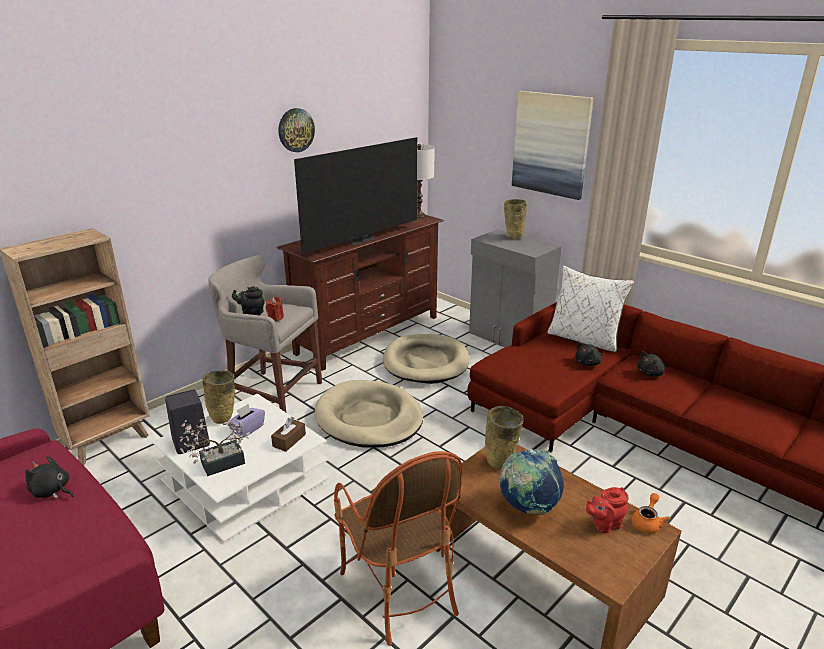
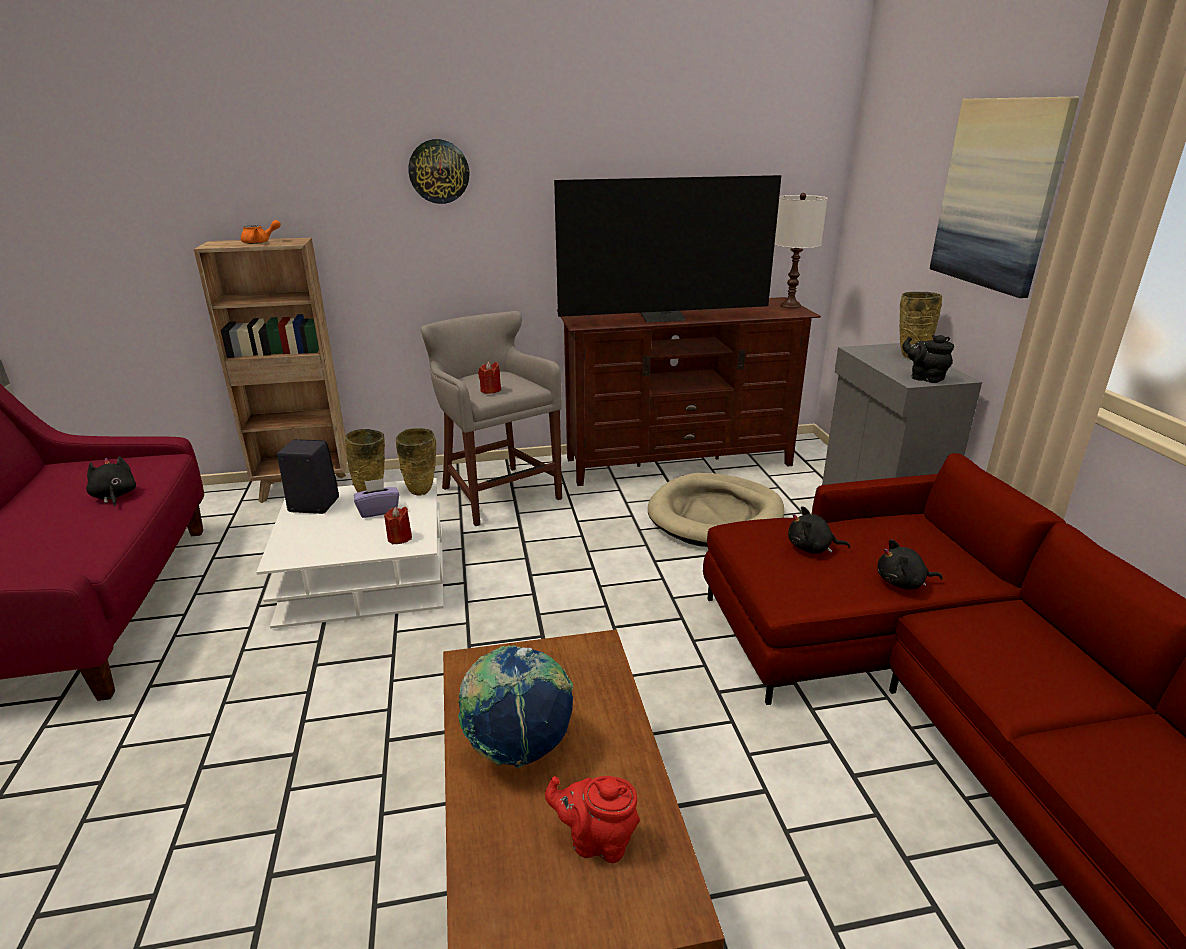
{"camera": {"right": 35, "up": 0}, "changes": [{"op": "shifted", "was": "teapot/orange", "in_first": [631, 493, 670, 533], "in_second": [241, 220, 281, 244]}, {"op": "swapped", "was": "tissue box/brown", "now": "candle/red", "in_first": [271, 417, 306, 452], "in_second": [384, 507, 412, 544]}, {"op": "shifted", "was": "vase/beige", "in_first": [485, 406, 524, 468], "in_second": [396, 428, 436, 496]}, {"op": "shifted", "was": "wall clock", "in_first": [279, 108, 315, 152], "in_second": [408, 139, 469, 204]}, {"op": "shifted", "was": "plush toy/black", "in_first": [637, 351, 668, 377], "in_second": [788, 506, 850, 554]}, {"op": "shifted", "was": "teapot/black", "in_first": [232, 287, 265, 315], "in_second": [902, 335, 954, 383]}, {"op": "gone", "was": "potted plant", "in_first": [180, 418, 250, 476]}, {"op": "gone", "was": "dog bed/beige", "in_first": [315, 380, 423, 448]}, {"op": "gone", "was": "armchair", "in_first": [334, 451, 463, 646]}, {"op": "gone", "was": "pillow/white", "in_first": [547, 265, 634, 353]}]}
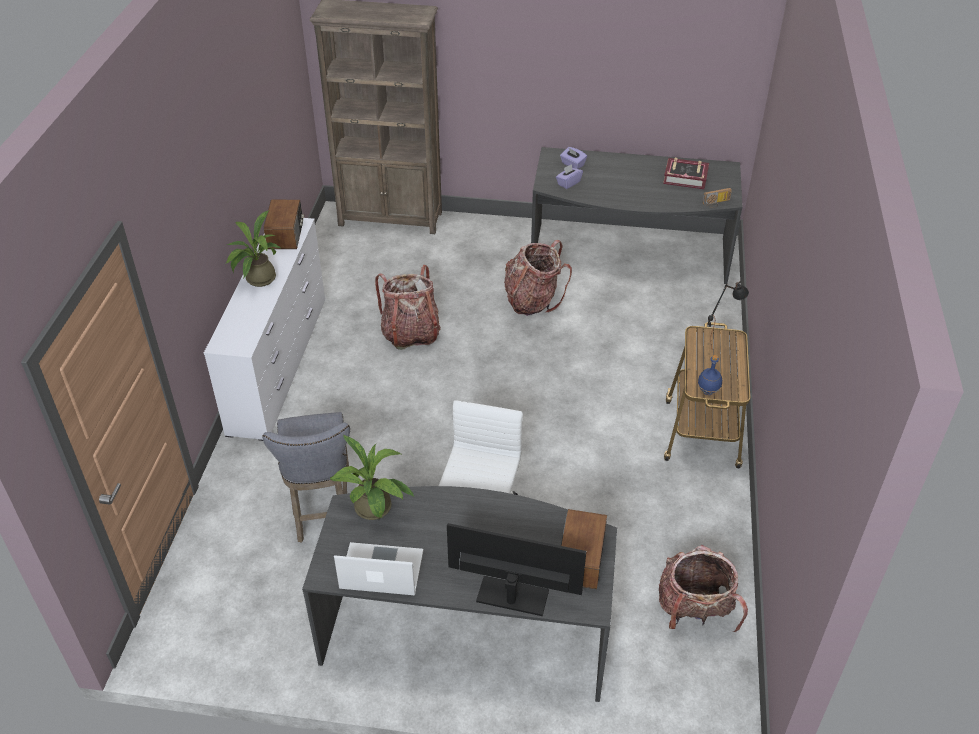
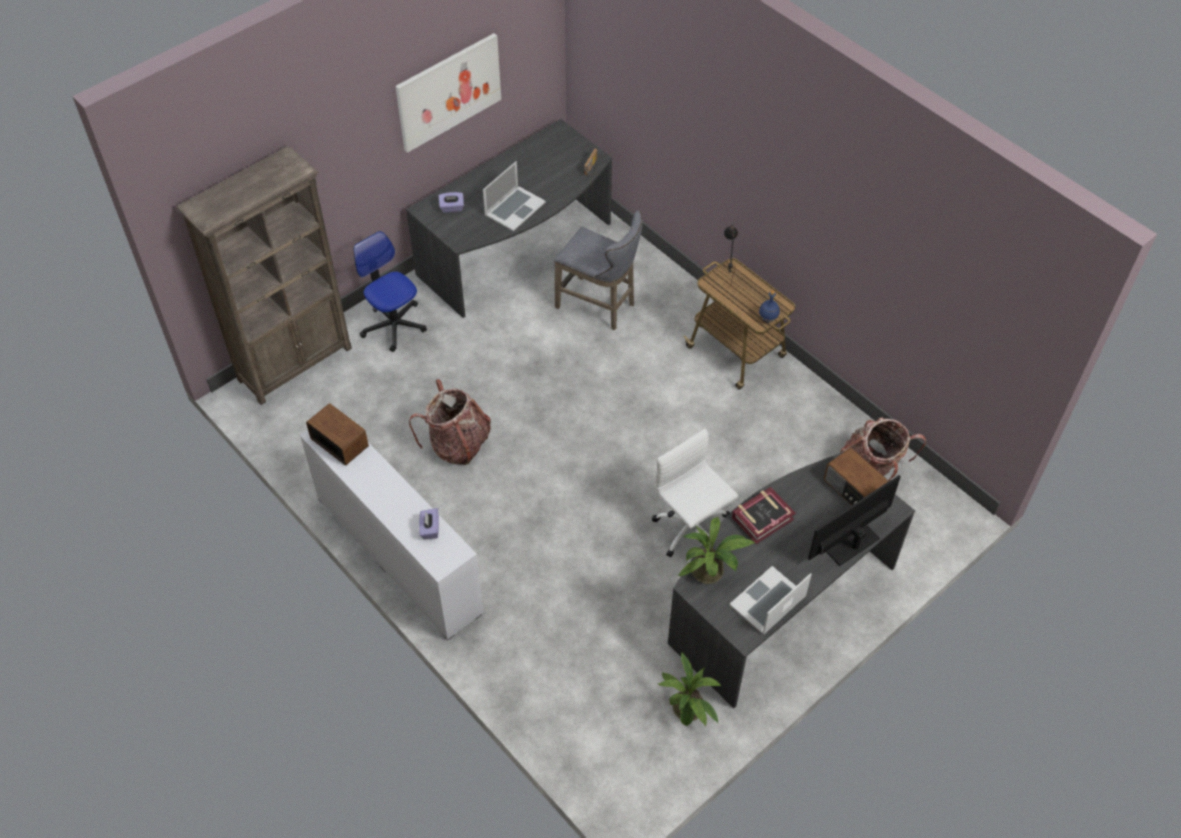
{"camera": {"right": -50, "up": 10}, "changes": [{"op": "new", "now": "office chair", "in_second": [353, 231, 427, 352]}, {"op": "new", "now": "picture", "in_second": [395, 33, 501, 153]}, {"op": "shifted", "was": "tissue box/purple", "in_first": [556, 164, 583, 189], "in_second": [419, 508, 439, 539]}, {"op": "new", "now": "laptop", "in_second": [483, 161, 546, 231]}, {"op": "shifted", "was": "stool/grey", "in_first": [262, 412, 350, 542], "in_second": [554, 211, 643, 330]}, {"op": "shifted", "was": "potted plant", "in_first": [225, 210, 280, 287], "in_second": [657, 652, 721, 726]}, {"op": "shifted", "was": "book", "in_first": [663, 158, 709, 189], "in_second": [732, 487, 795, 544]}, {"op": "gone", "was": "backpack", "in_first": [504, 240, 572, 316]}]}
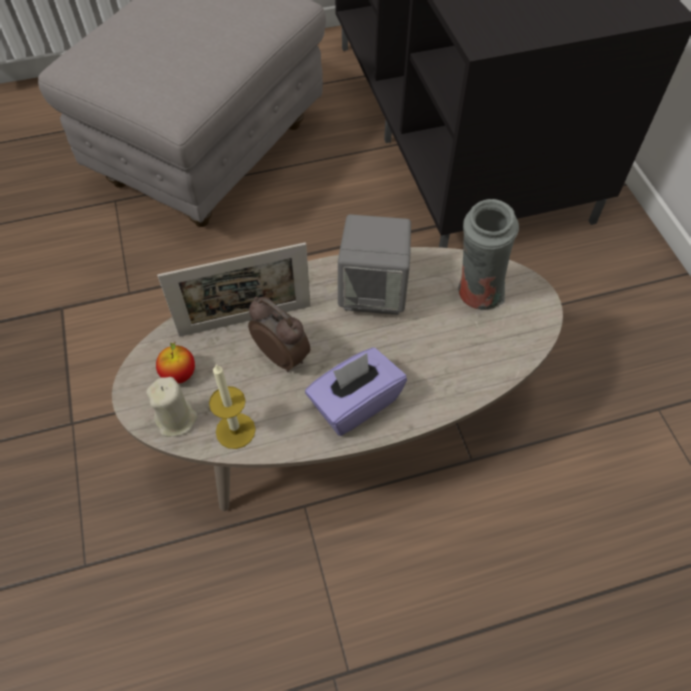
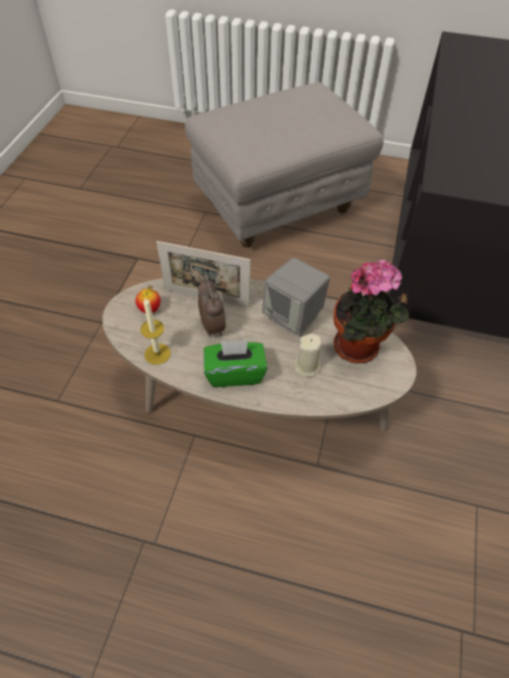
{"camera": {"right": 30, "up": -5}, "changes": [{"op": "repainted", "was": "tissue box/purple", "now": "tissue box/green", "in_first": [305, 348, 407, 436], "in_second": [204, 340, 267, 387]}, {"op": "shifted", "was": "candle/beige", "in_first": [146, 377, 198, 437], "in_second": [294, 334, 322, 377]}, {"op": "swapped", "was": "vase/grey", "now": "potted plant", "in_first": [458, 199, 519, 310], "in_second": [333, 260, 409, 363]}]}
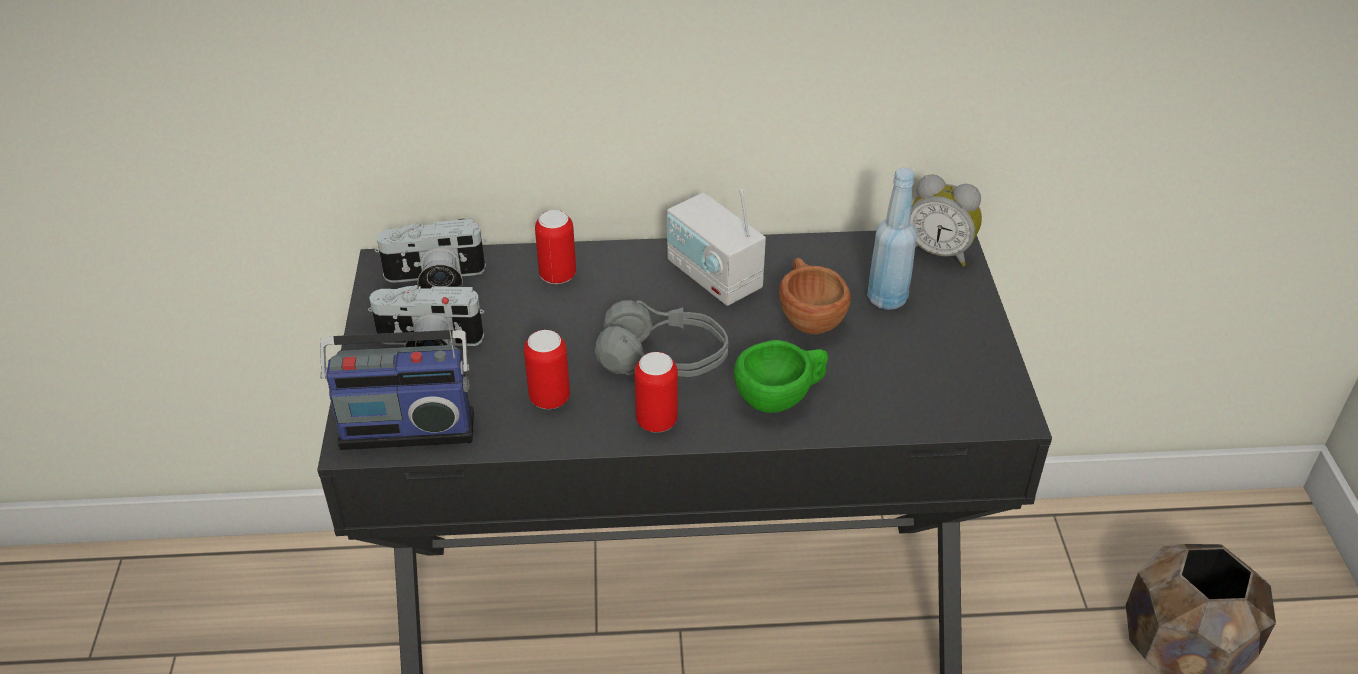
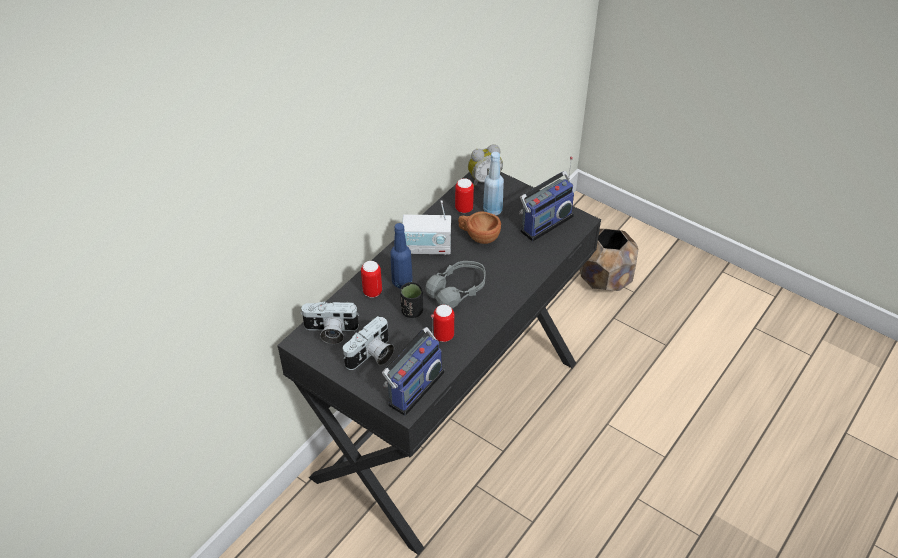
{"camera": {"right": -50, "up": 5}, "changes": [{"op": "rotated", "was": "photo camera", "in_first": [375, 219, 486, 289], "in_second": [300, 301, 360, 344], "clockwise": 60}, {"op": "new", "now": "bottle/blue", "in_second": [390, 223, 413, 288]}, {"op": "new", "now": "cup/black", "in_second": [400, 282, 423, 318]}, {"op": "shifted", "was": "can", "in_first": [634, 352, 678, 433], "in_second": [455, 178, 474, 213]}, {"op": "new", "now": "radio", "in_second": [519, 157, 574, 242]}, {"op": "gone", "was": "cup/green", "in_first": [734, 340, 828, 413]}]}
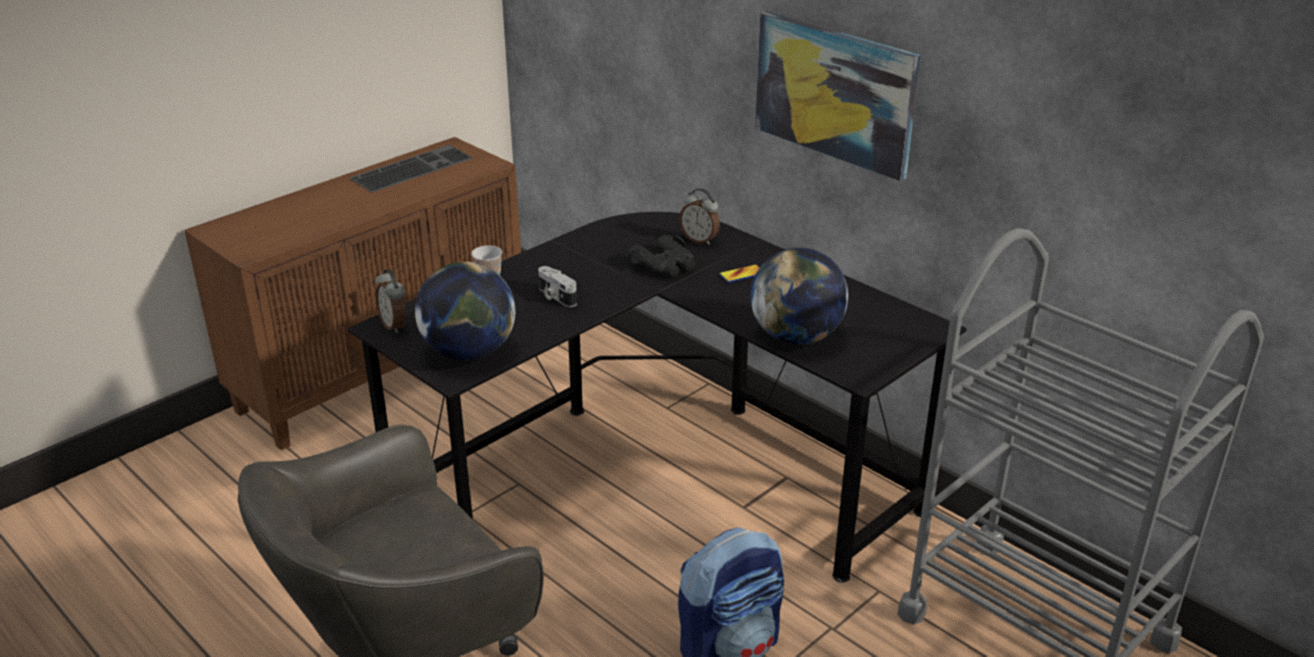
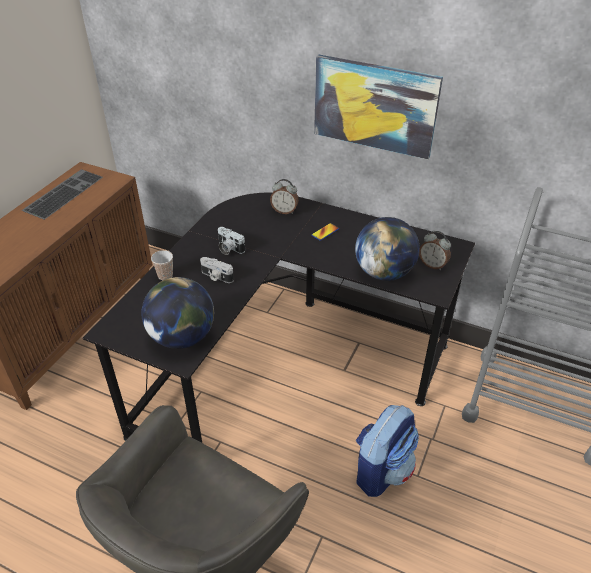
{"camera": {"right": -20, "up": 10}, "changes": [{"op": "new", "now": "photo camera", "in_second": [218, 227, 245, 255]}, {"op": "shifted", "was": "alarm clock", "in_first": [375, 269, 406, 333], "in_second": [419, 231, 451, 270]}, {"op": "gone", "was": "binoculars/black", "in_first": [627, 235, 695, 277]}]}
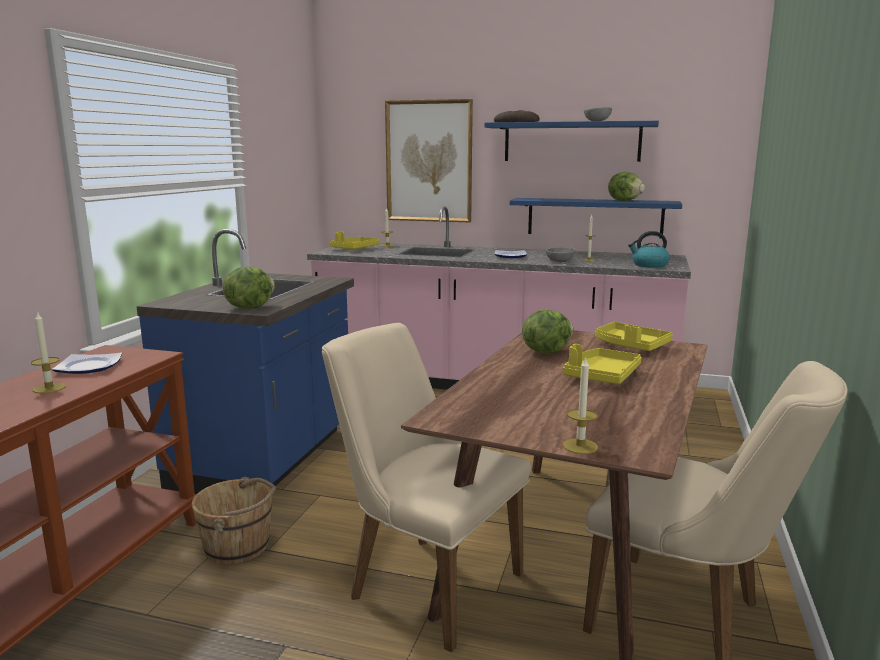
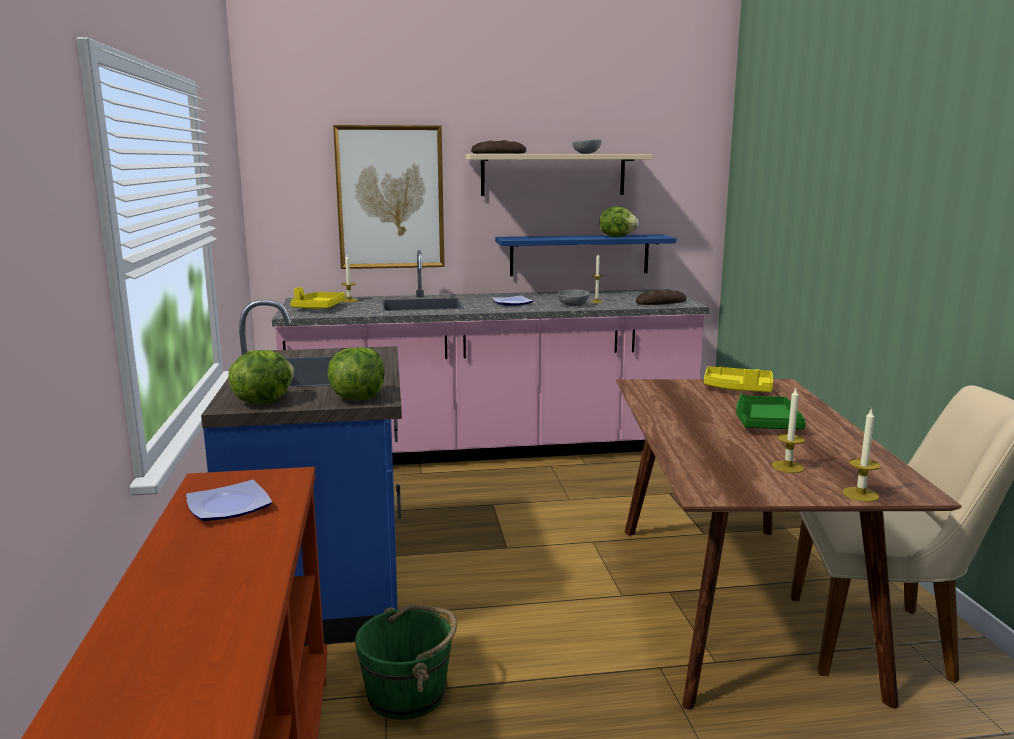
{"camera": {"right": -25, "up": 0}, "changes": [{"op": "shifted", "was": "lettuce", "in_first": [522, 310, 573, 354], "in_second": [228, 350, 294, 404]}, {"op": "repainted", "was": "bucket/brown", "now": "bucket/green", "in_first": [192, 476, 276, 564], "in_second": [355, 604, 457, 720]}, {"op": "repainted", "was": "shelf/blue", "now": "shelf/beige", "in_first": [485, 121, 659, 162], "in_second": [466, 154, 652, 196]}, {"op": "swapped", "was": "kettle", "now": "bread", "in_first": [628, 231, 670, 268], "in_second": [636, 290, 687, 305]}, {"op": "repainted", "was": "tray/yellow", "now": "tray/green", "in_first": [563, 344, 642, 384], "in_second": [736, 394, 806, 429]}, {"op": "shifted", "was": "candle", "in_first": [31, 311, 66, 394], "in_second": [772, 388, 805, 473]}, {"op": "gone", "was": "chair/beige", "in_first": [322, 323, 531, 652]}]}
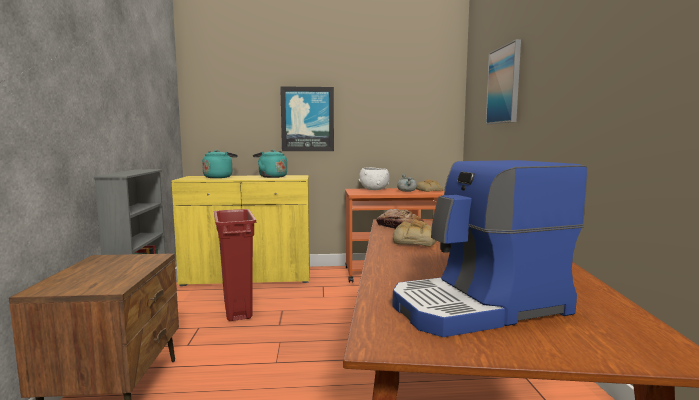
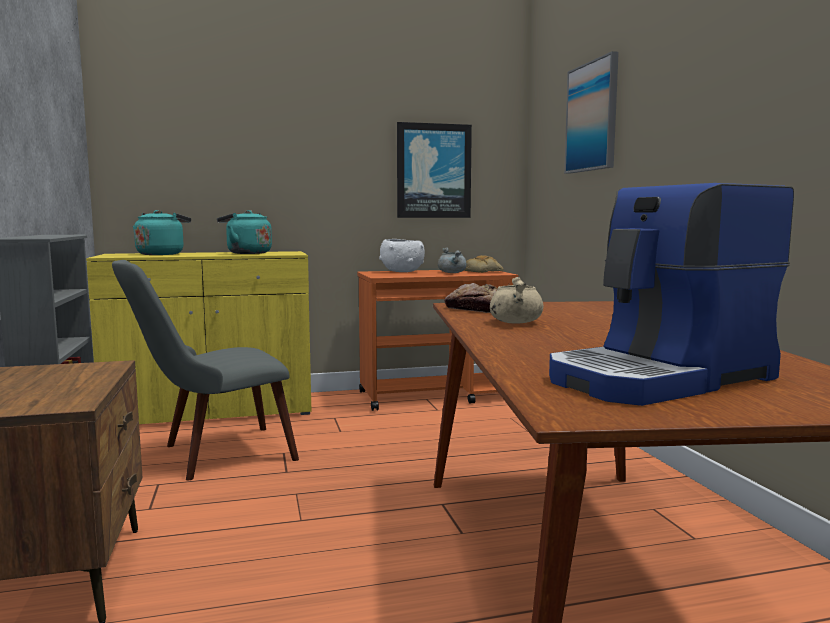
{"camera": {"right": -10, "up": 0}, "changes": [{"op": "swapped", "was": "trash can/red", "now": "chair/grey", "in_first": [214, 209, 256, 321], "in_second": [112, 260, 299, 480]}, {"op": "shifted", "was": "picture", "in_first": [280, 86, 334, 151], "in_second": [397, 122, 472, 218]}, {"op": "swapped", "was": "bread", "now": "cooking pot/beige", "in_first": [393, 219, 436, 247], "in_second": [490, 277, 543, 324]}]}
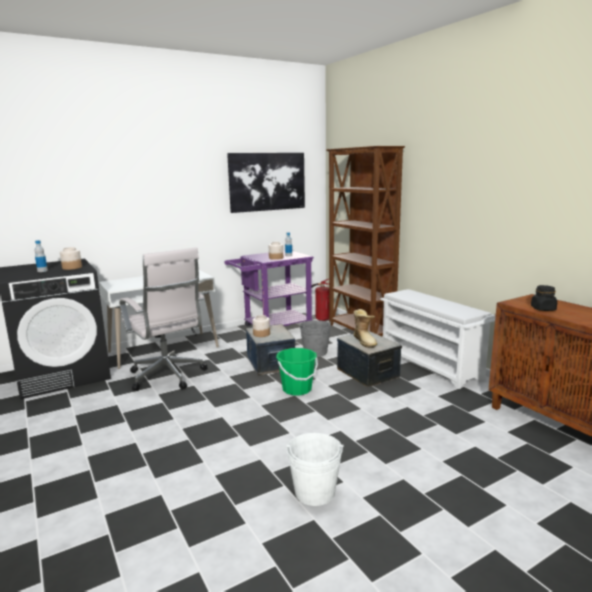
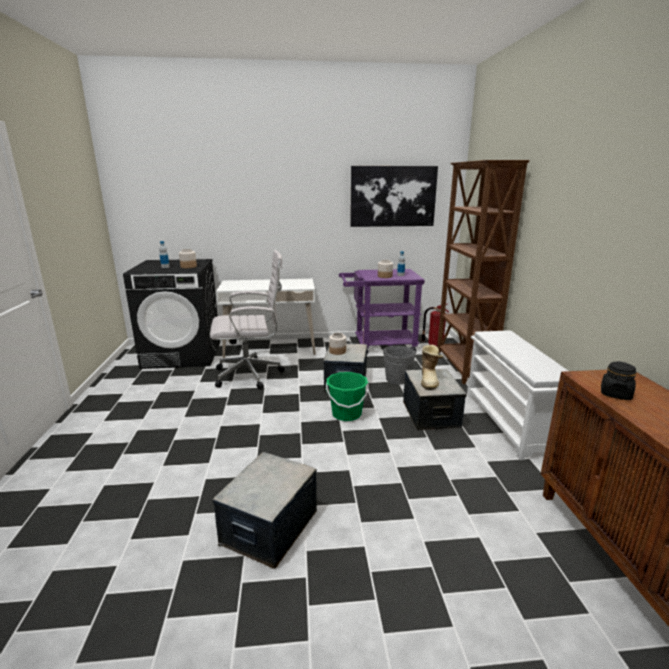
{"camera": {"right": 25, "up": 5}, "changes": [{"op": "rotated", "was": "office chair/white", "in_first": [119, 247, 208, 391], "in_second": [210, 250, 285, 390], "clockwise": -90}, {"op": "swapped", "was": "bucket/white", "now": "storage box", "in_first": [286, 433, 344, 506], "in_second": [212, 452, 317, 569]}]}
